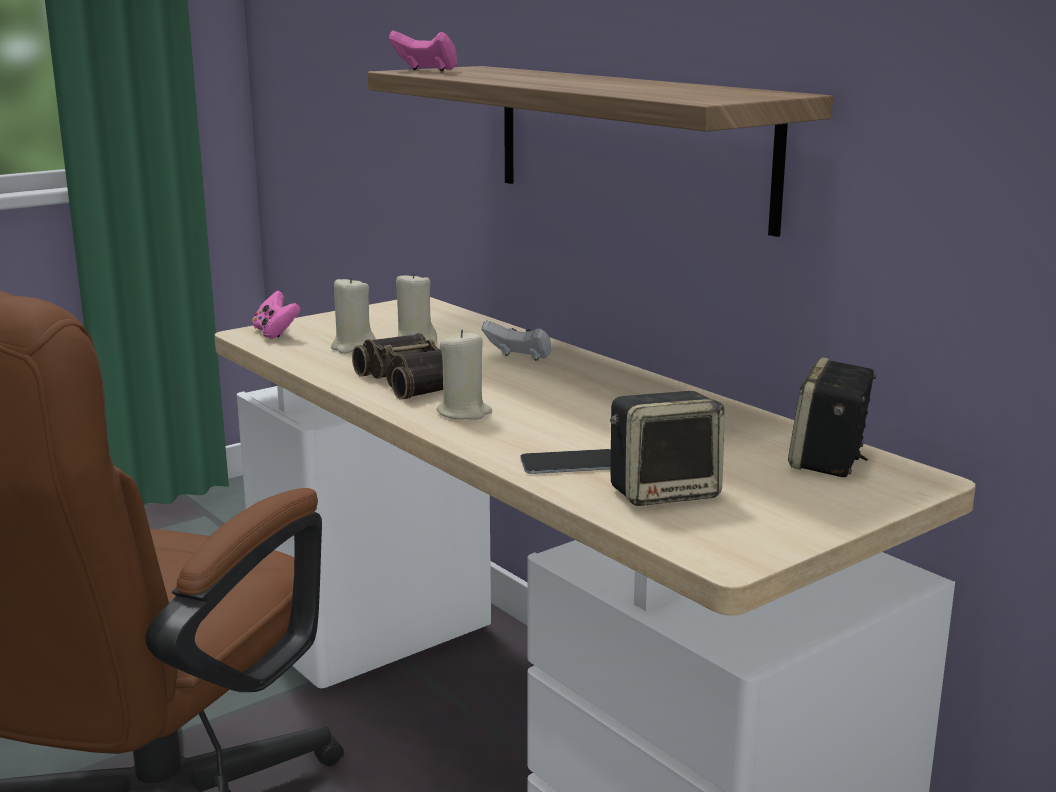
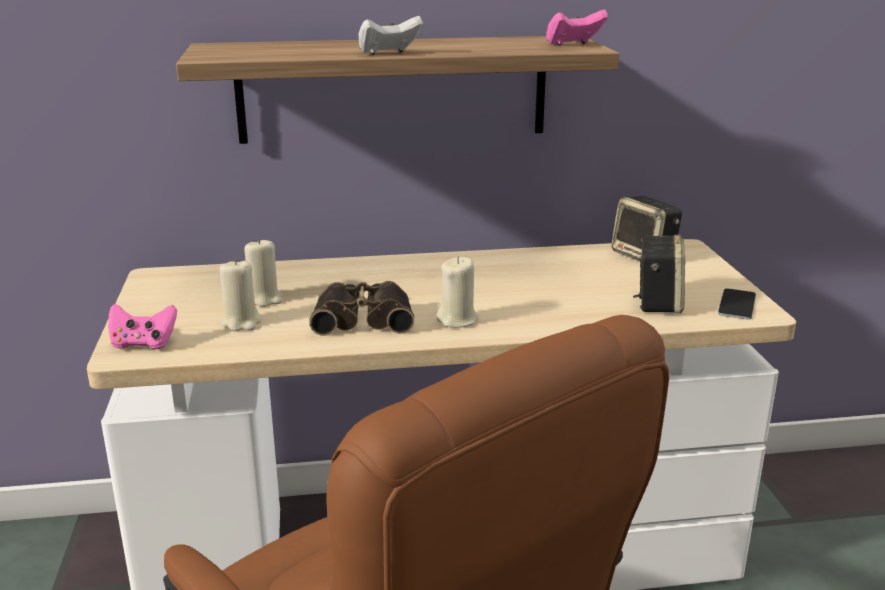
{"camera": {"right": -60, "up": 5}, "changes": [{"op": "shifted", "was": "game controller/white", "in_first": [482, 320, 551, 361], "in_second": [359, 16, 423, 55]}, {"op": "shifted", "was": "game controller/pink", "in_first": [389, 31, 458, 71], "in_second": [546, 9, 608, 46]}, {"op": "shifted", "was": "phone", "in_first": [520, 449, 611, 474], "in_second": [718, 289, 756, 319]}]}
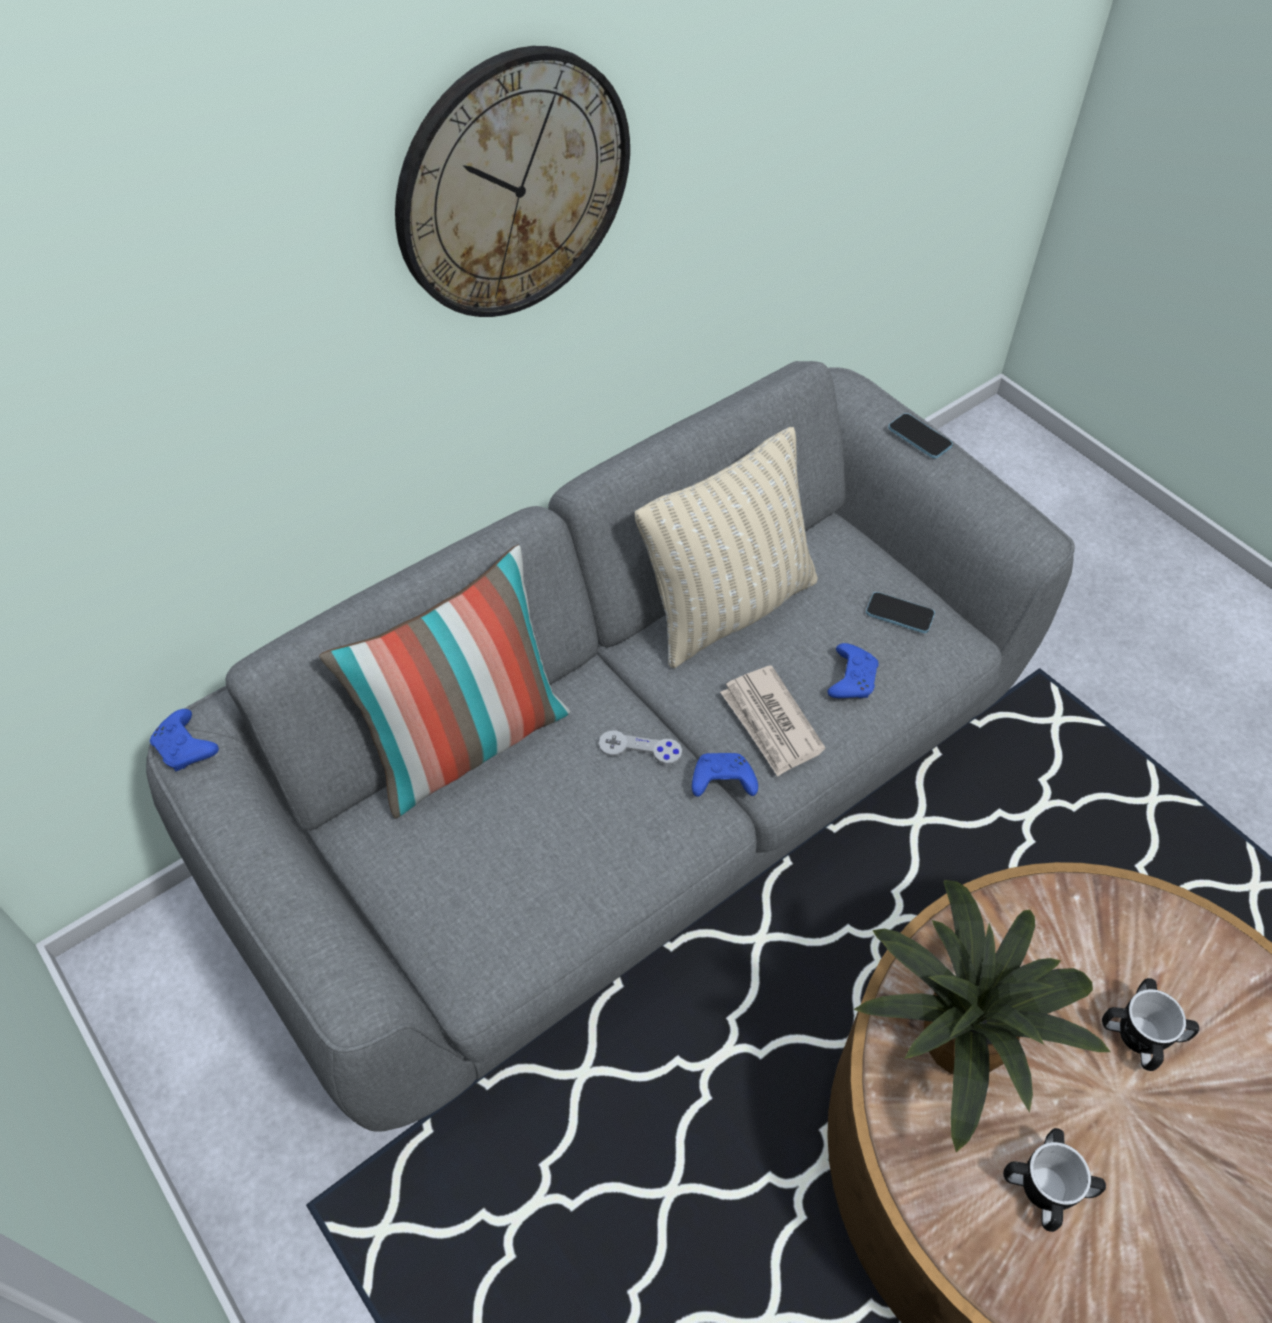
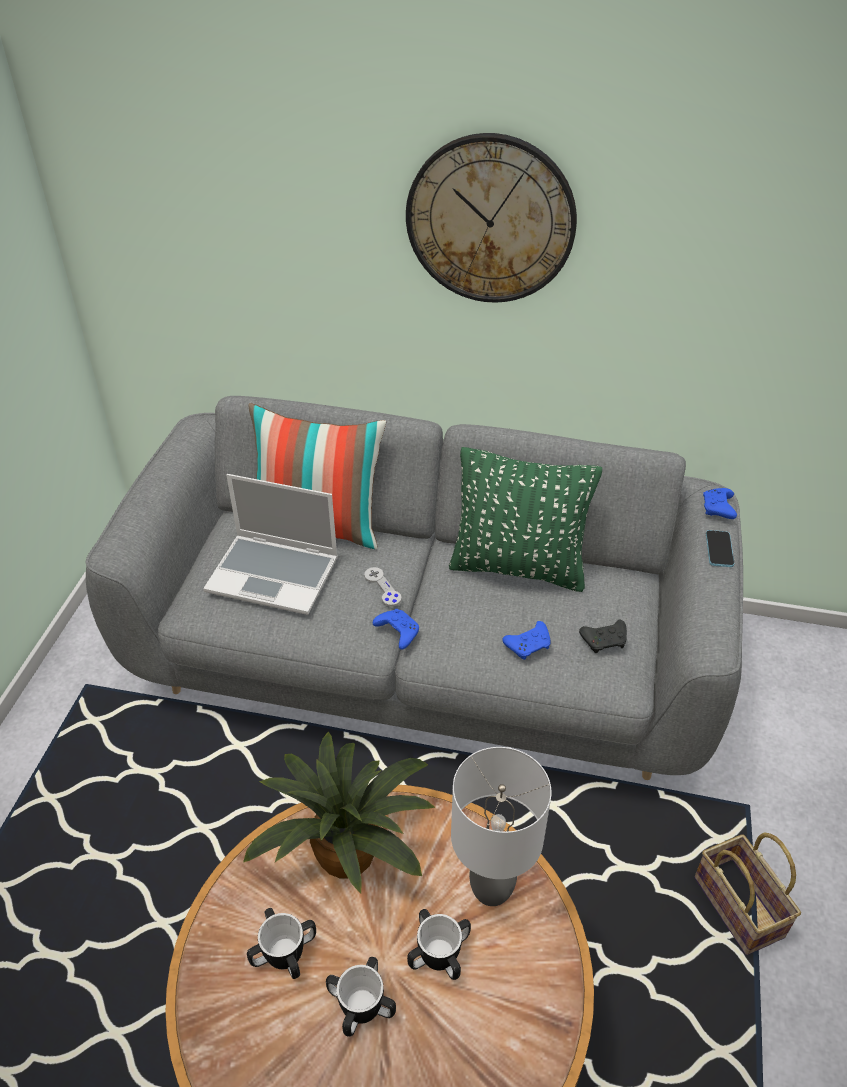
{"camera": {"right": 50, "up": -10}, "changes": [{"op": "new", "now": "laptop", "in_second": [203, 474, 338, 615]}, {"op": "new", "now": "mug", "in_second": [326, 957, 396, 1037]}, {"op": "repainted", "was": "pillow/beige", "now": "pillow/green", "in_first": [635, 427, 818, 668], "in_second": [449, 447, 602, 592]}, {"op": "new", "now": "table lamp/grey", "in_second": [451, 747, 551, 906]}, {"op": "swapped", "was": "phone", "now": "game controller/black", "in_first": [866, 592, 935, 633], "in_second": [579, 620, 627, 653]}, {"op": "new", "now": "basket", "in_second": [694, 832, 801, 955]}, {"op": "shifted", "was": "game controller/blue", "in_first": [150, 709, 219, 771], "in_second": [703, 488, 737, 519]}, {"op": "gone", "was": "newspaper", "in_first": [720, 665, 826, 776]}]}
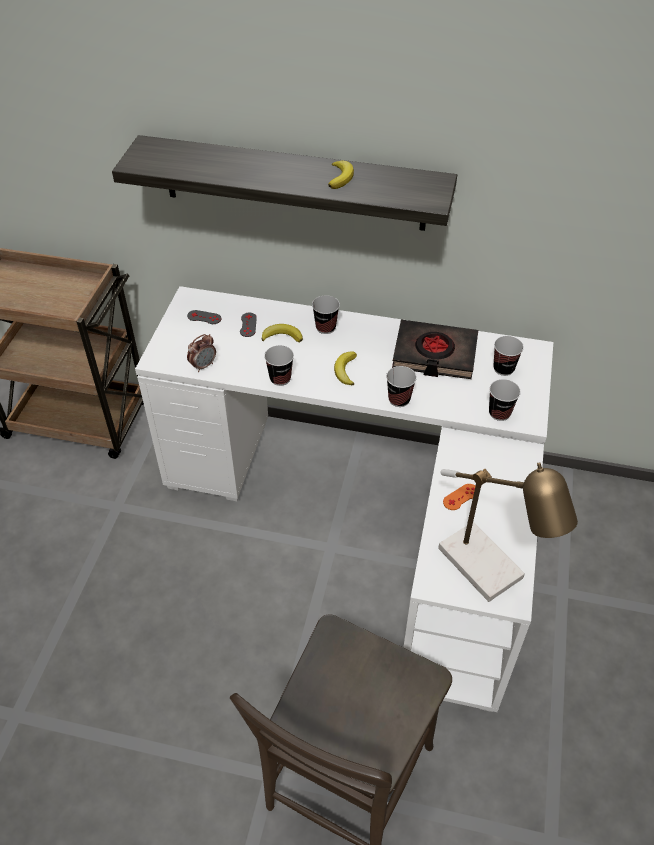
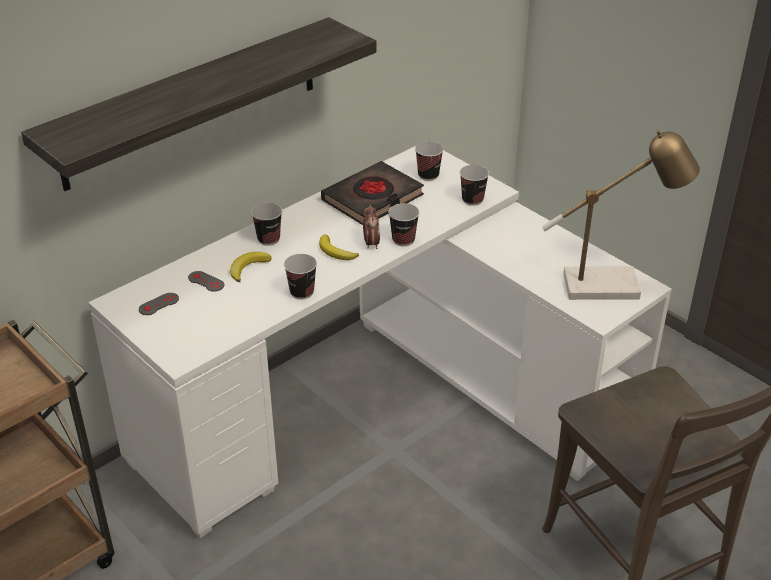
{"camera": {"right": -55, "up": -10}, "changes": [{"op": "shifted", "was": "alarm clock", "in_first": [187, 334, 216, 372], "in_second": [363, 205, 380, 249]}, {"op": "gone", "was": "banana", "in_first": [328, 161, 354, 189]}, {"op": "gone", "was": "game controller/orange", "in_first": [443, 484, 475, 510]}]}
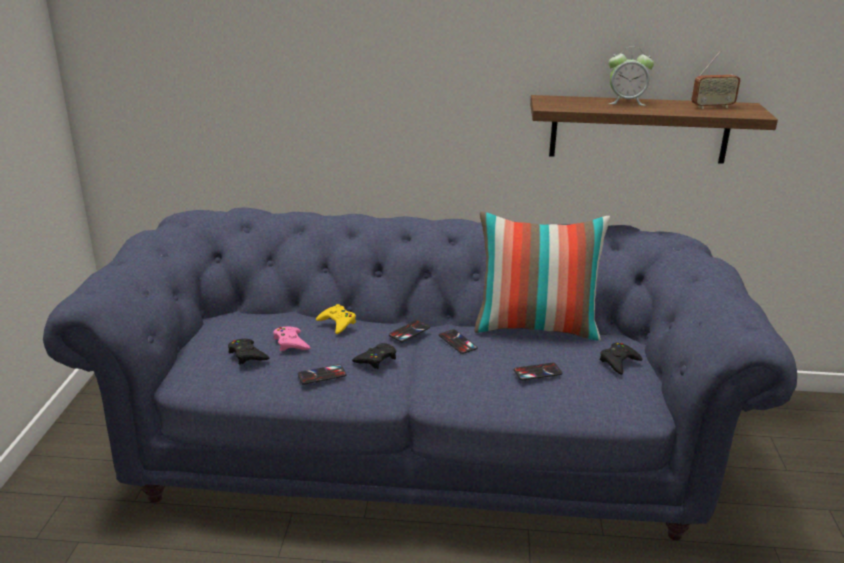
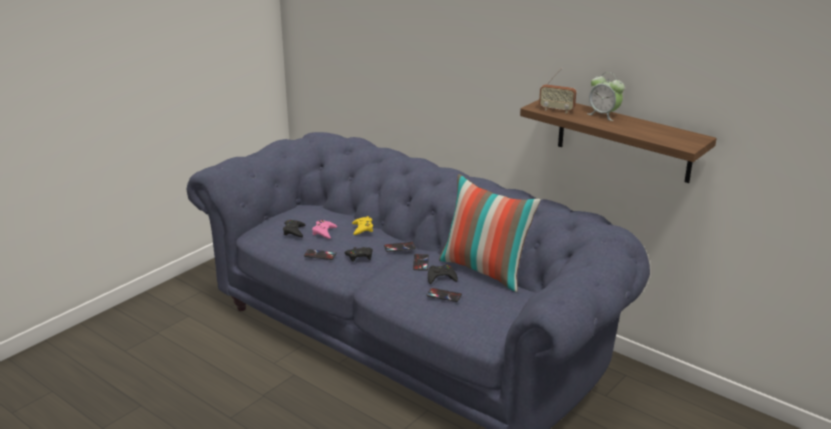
{"camera": {"right": 35, "up": 0}, "changes": [{"op": "shifted", "was": "game controller/black", "in_first": [599, 342, 642, 375], "in_second": [428, 265, 458, 284]}, {"op": "shifted", "was": "radio", "in_first": [692, 51, 740, 109], "in_second": [539, 68, 577, 113]}]}
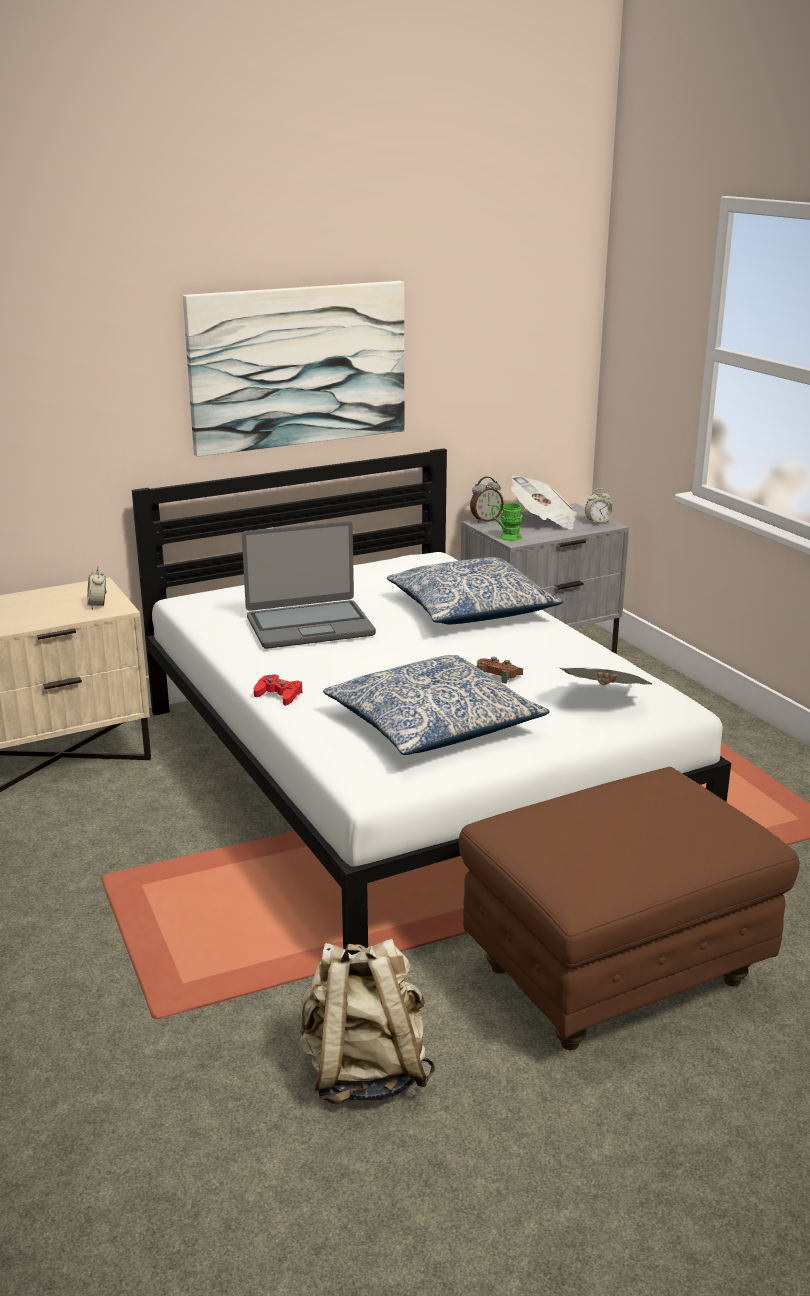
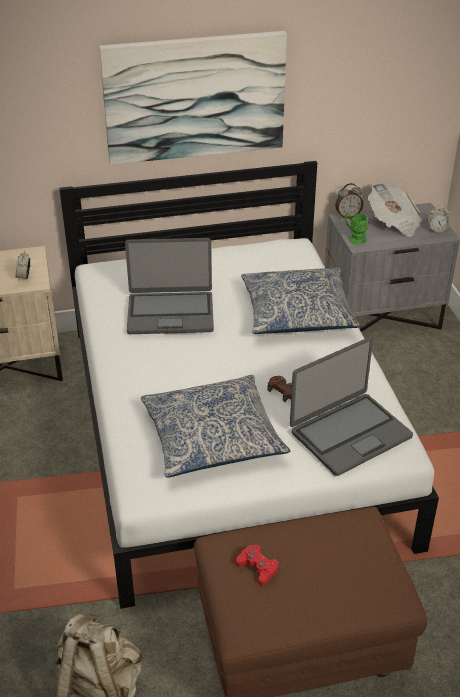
{"camera": {"right": 15, "up": 15}, "changes": [{"op": "shifted", "was": "game controller/red", "in_first": [254, 674, 302, 706], "in_second": [236, 545, 279, 586]}, {"op": "swapped", "was": "newspaper", "now": "laptop", "in_first": [557, 667, 652, 685], "in_second": [290, 337, 413, 476]}]}
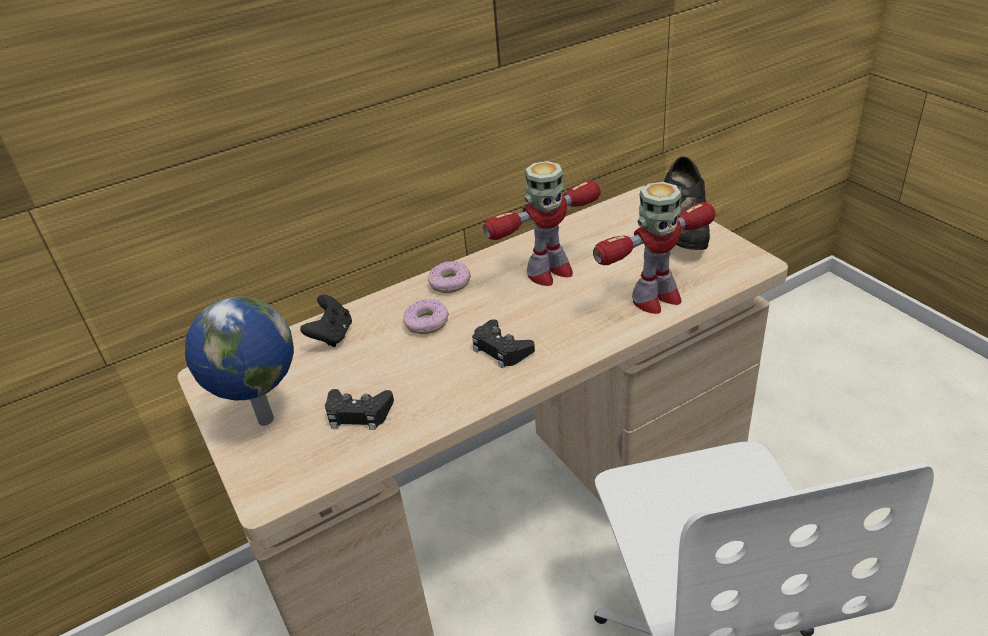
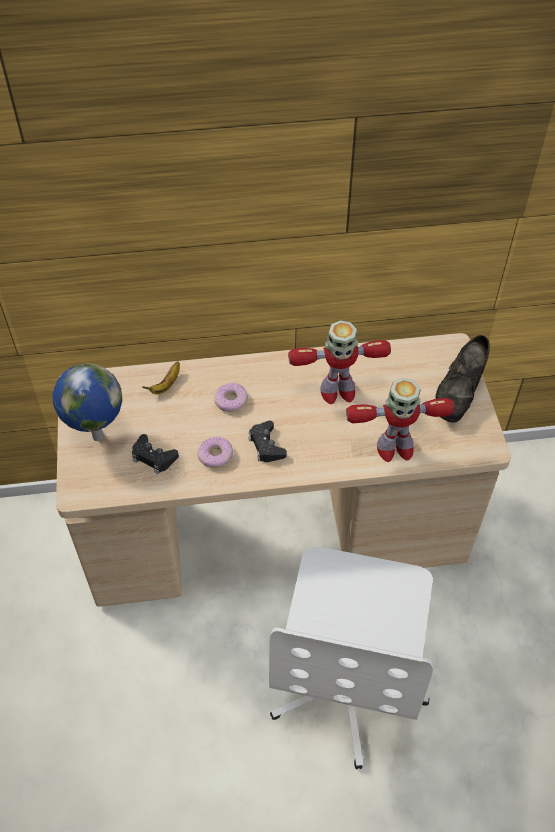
{"camera": {"right": 20, "up": 15}, "changes": [{"op": "swapped", "was": "game controller/black", "now": "banana", "in_first": [300, 294, 352, 347], "in_second": [142, 361, 180, 394]}, {"op": "shifted", "was": "donut", "in_first": [428, 261, 471, 293], "in_second": [197, 437, 233, 468]}]}
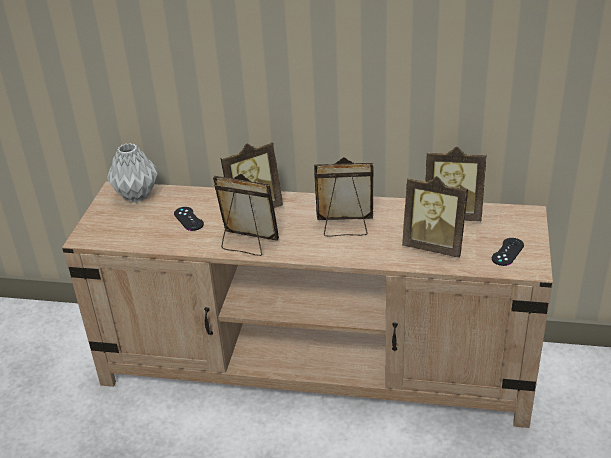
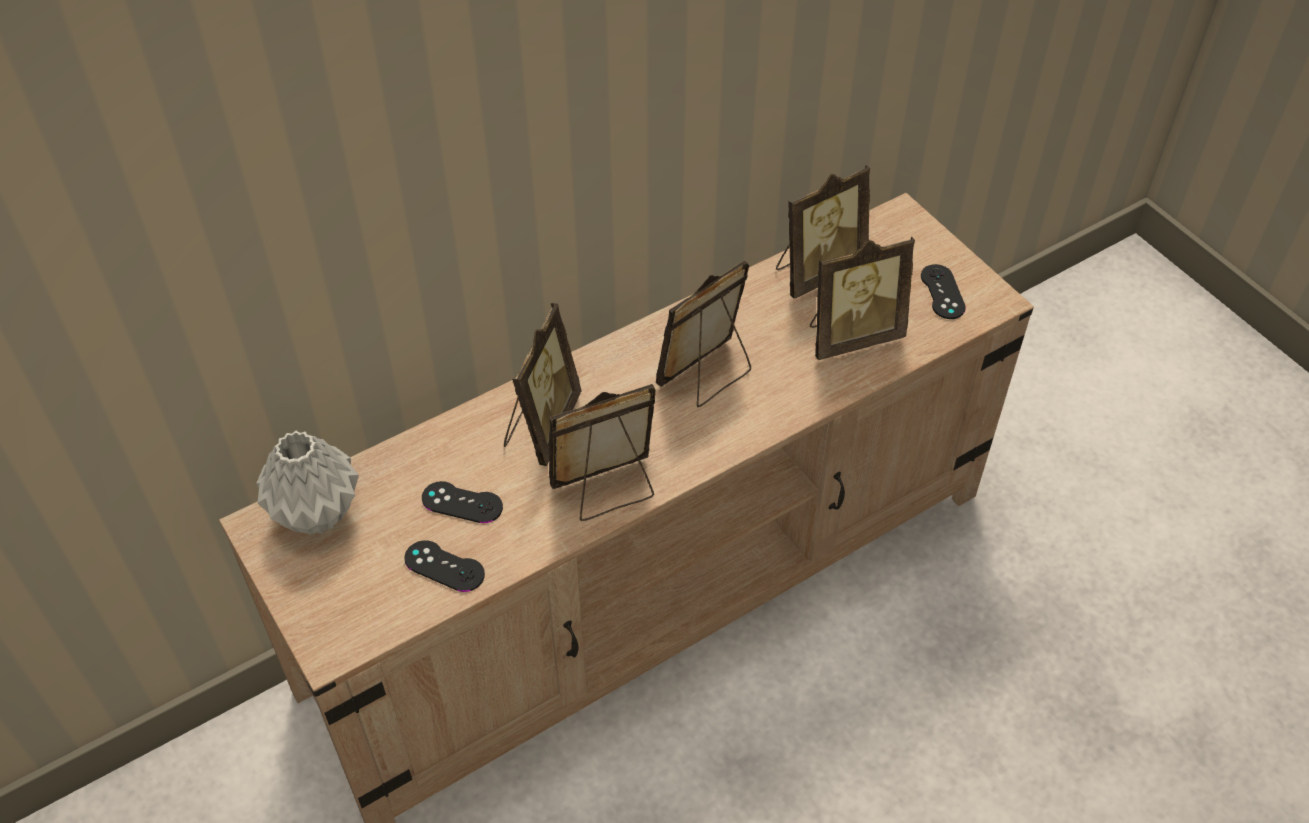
{"camera": {"right": -45, "up": 15}, "changes": [{"op": "new", "now": "game controller/black", "in_second": [404, 540, 485, 592]}]}
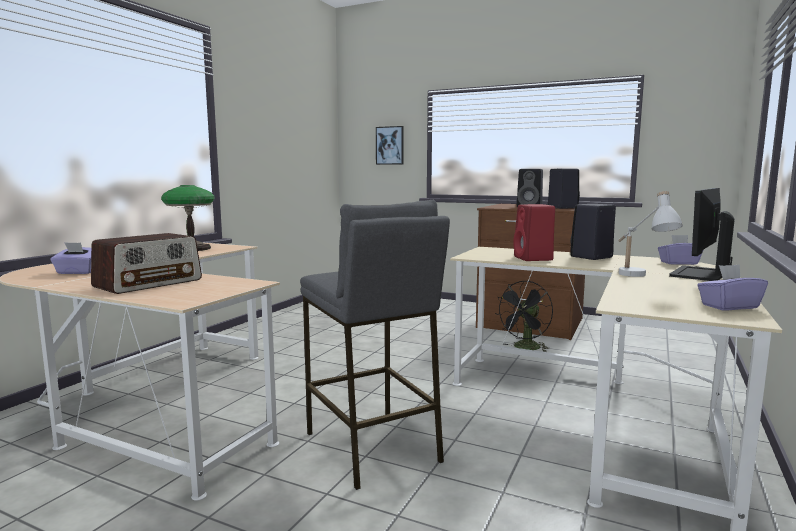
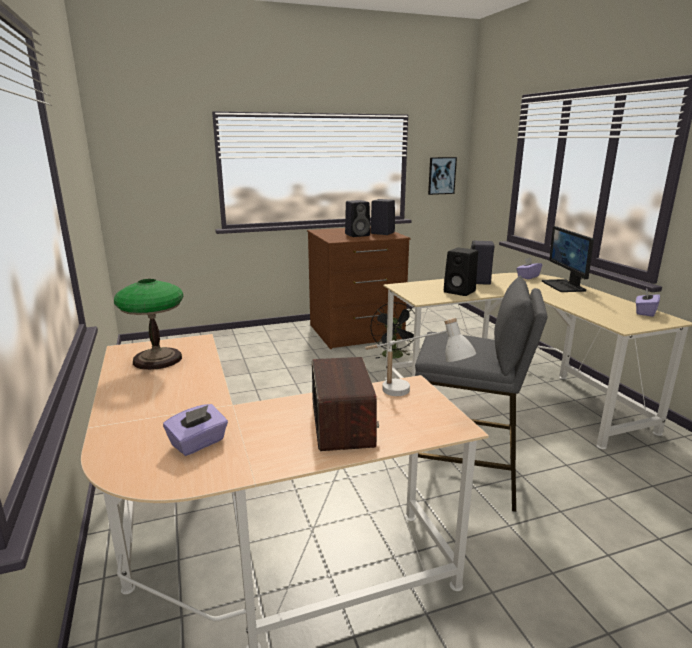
{"camera": {"right": -45, "up": 10}, "changes": [{"op": "shifted", "was": "table lamp/white", "in_first": [618, 191, 683, 277], "in_second": [365, 318, 476, 396]}, {"op": "shifted", "was": "picture", "in_first": [376, 126, 404, 165], "in_second": [428, 157, 457, 195]}, {"op": "repainted", "was": "speaker/red", "now": "speaker/black", "in_first": [513, 204, 555, 261], "in_second": [444, 248, 478, 296]}]}
